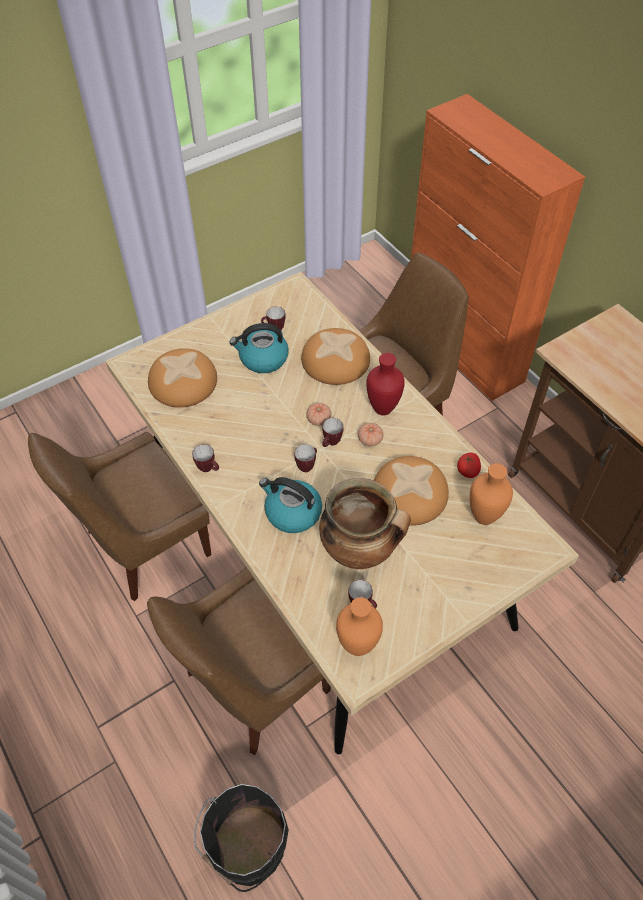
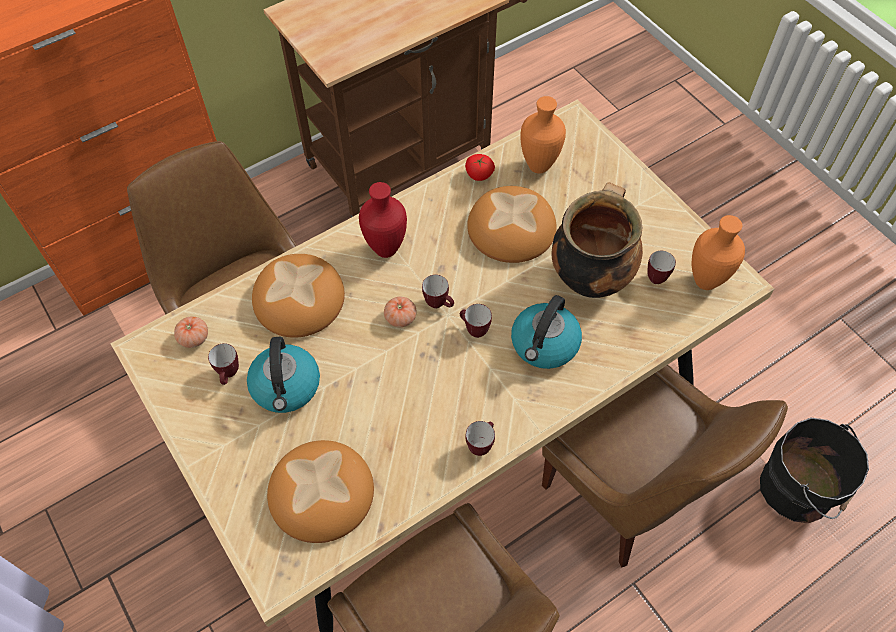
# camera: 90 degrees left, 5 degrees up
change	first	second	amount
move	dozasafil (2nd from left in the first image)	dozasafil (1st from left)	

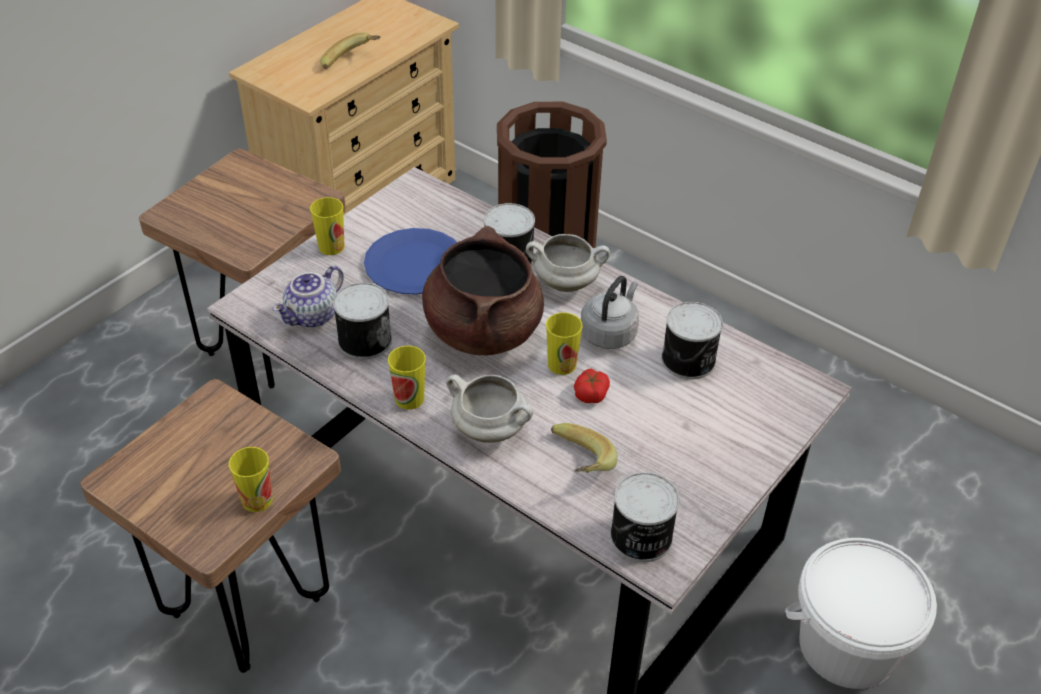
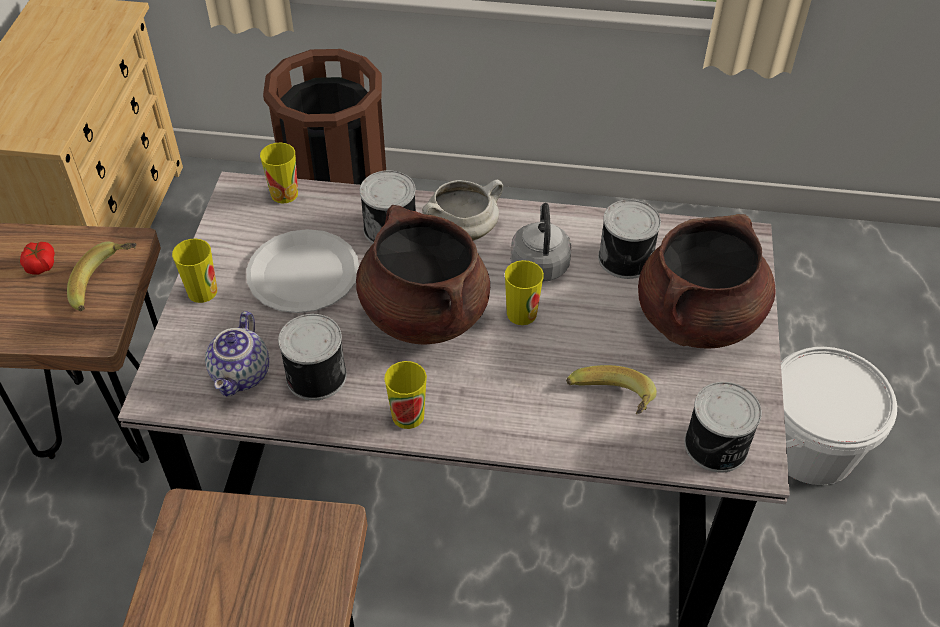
# camera: 30 degrees left, 5 degrees up
change	first	second	amount
move	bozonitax (1st from left)		
recolor	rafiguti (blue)	rafiguti (white)	
move	dozasafil		
delete	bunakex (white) (1st from left)		
move	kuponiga (1st from left in the first image)	kuponiga (2nd from left)	
insert		bunakex (brown) (2nd from left)	

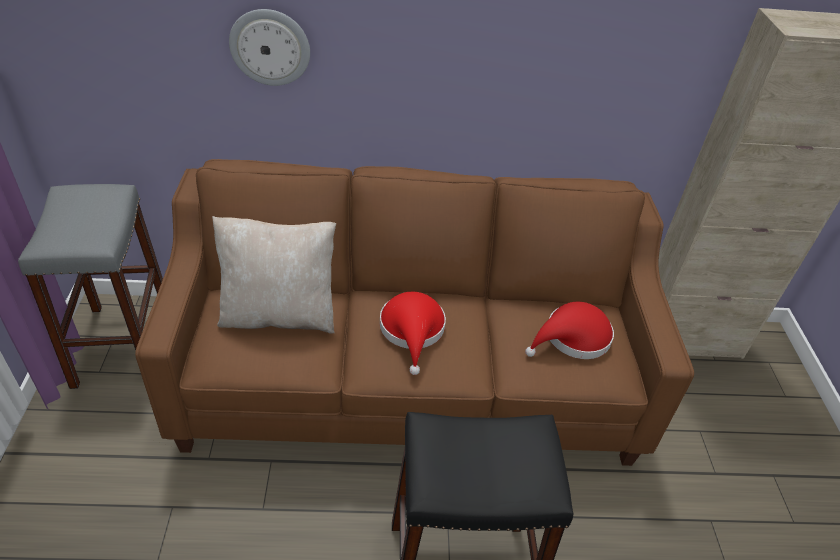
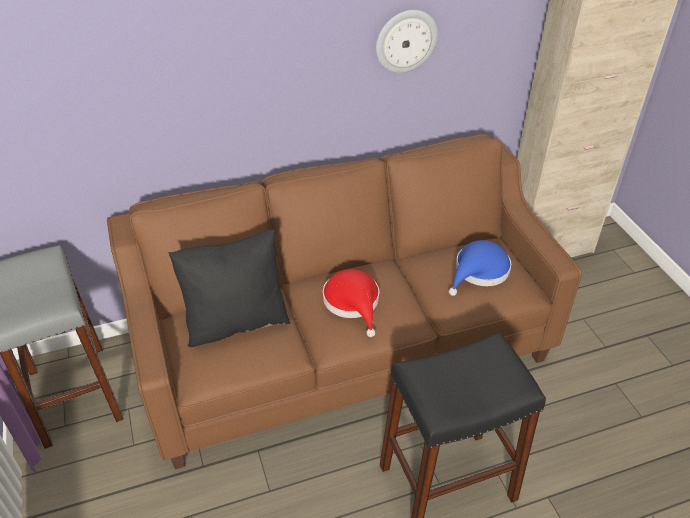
# camera: 15 degrees left, 0 degrees up
change	first	second	amount
move	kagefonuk		
recolor	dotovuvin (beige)	dotovuvin (black)	
recolor	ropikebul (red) (2nd from left)	ropikebul (blue)	

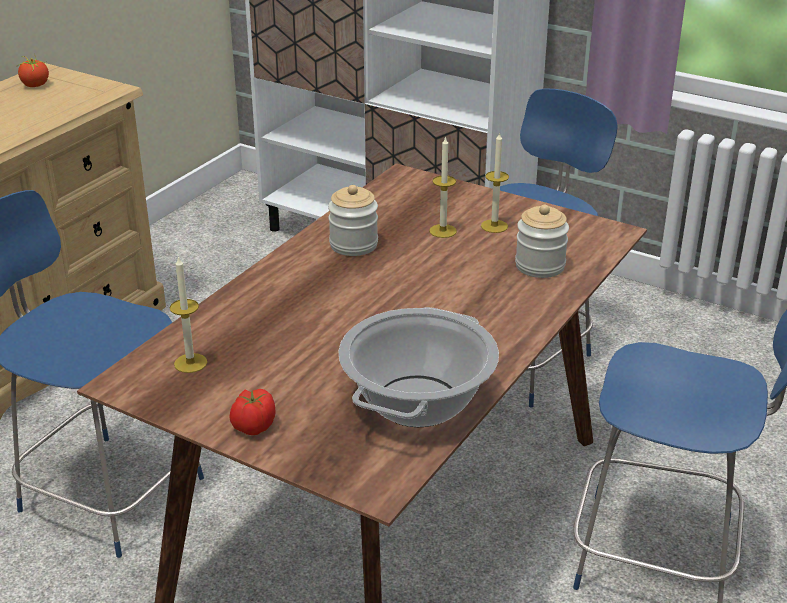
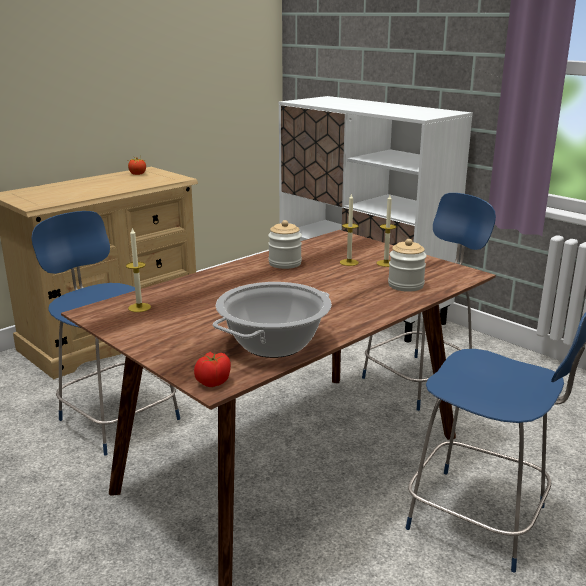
# camera: 15 degrees right, 10 degrees down
change	first	second	amount
move	dozasafil (2nd from left)		

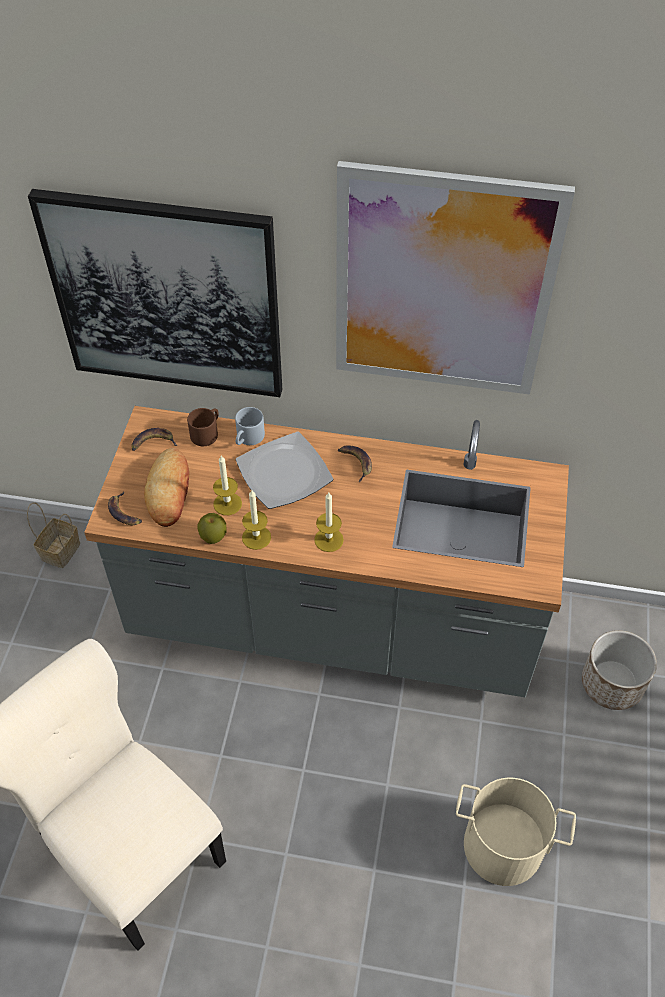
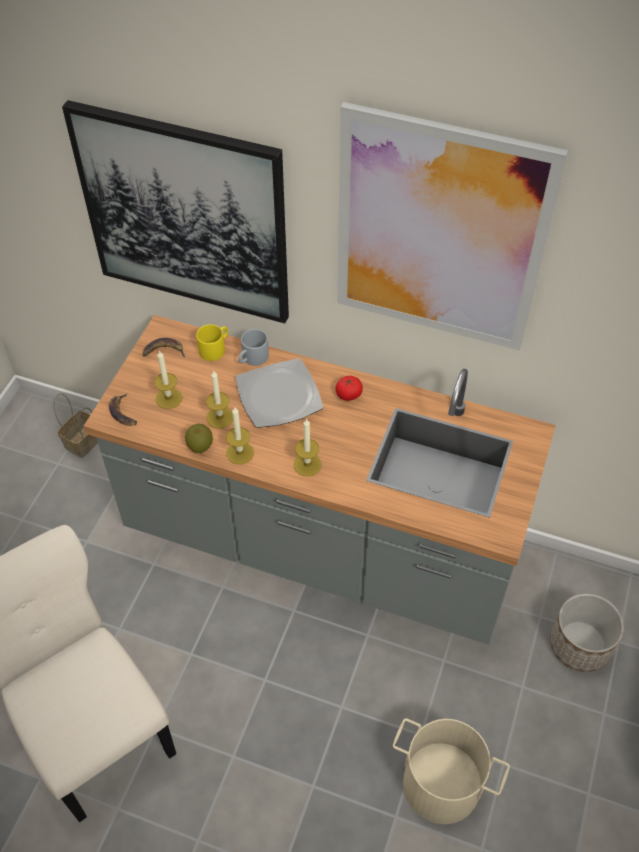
# camera: 10 degrees right, 0 degrees up
change	first	second	amount
recolor	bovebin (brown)	bovebin (yellow)	
replace	bozonitax (3rd from left)	dozasafil	
replace	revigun	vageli (1st from left)	

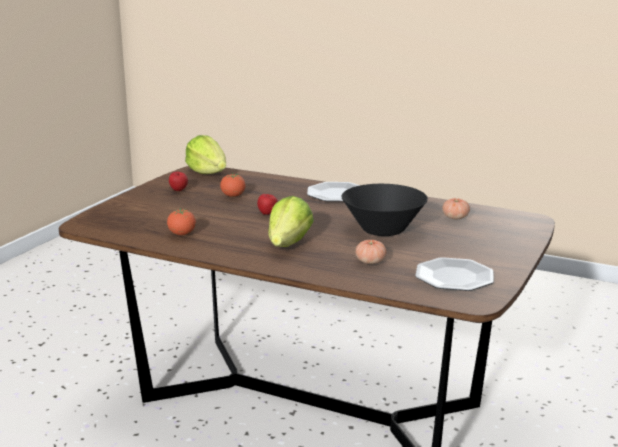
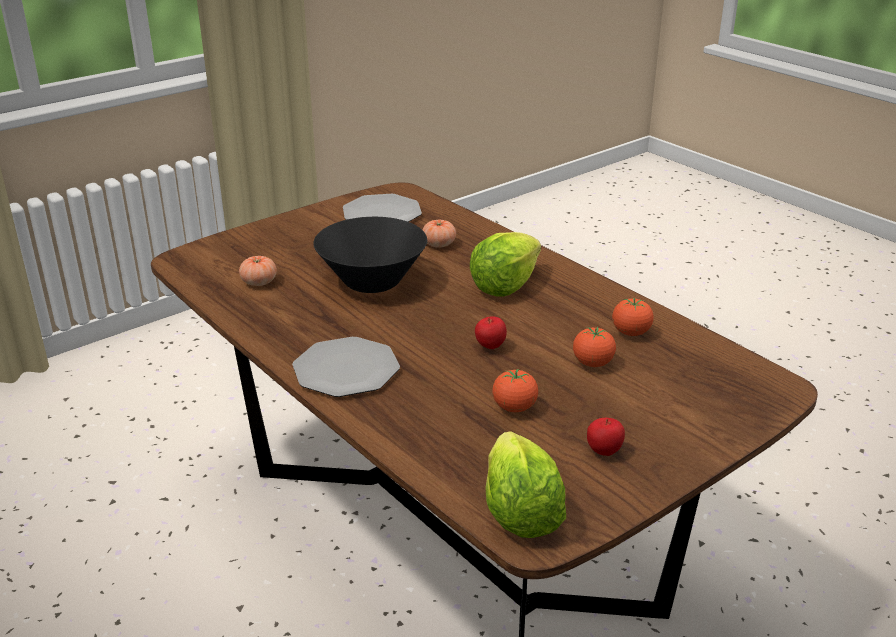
# camera: 155 degrees left, 10 degrees up
change	first	second	amount
insert		dozasafil (4th from left)	

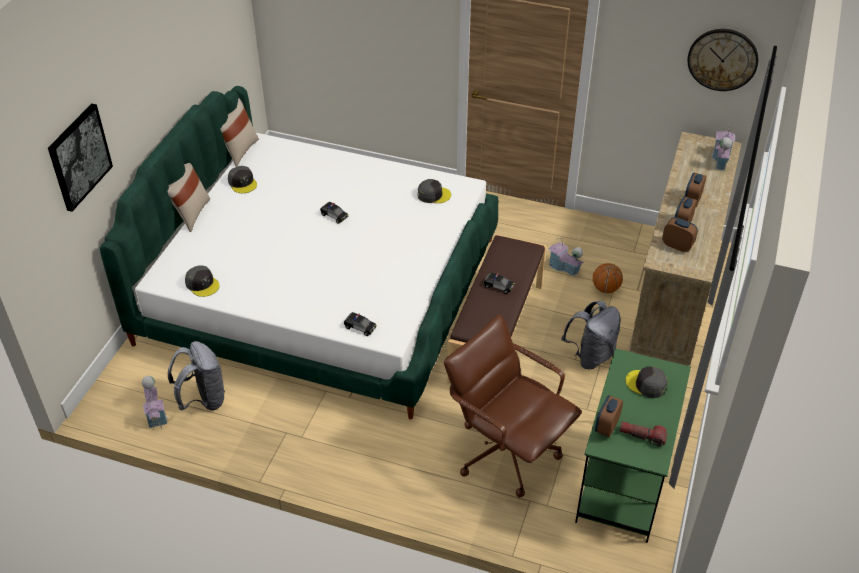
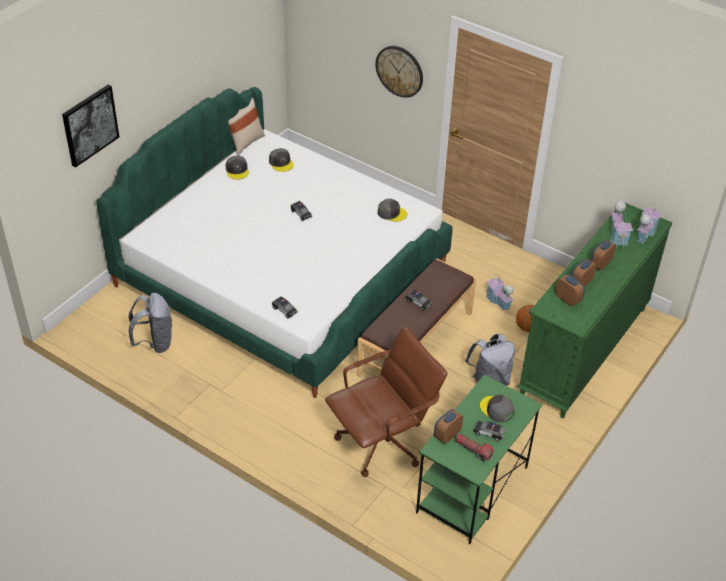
# camera: 15 degrees right, 0 degrees up
change	first	second	amount
move	kagefonuk		
recolor	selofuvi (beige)	selofuvi (green)	
delete	dotovuvin (beige) (1st from left)		
move	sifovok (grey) (1st from left in the first image)	sifovok (grey) (2nd from left)	
rotate	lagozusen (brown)		90 degrees clockwise
move	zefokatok (1st from left in the first image)	zefokatok (2nd from left)	
insert		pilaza (4th from left)	

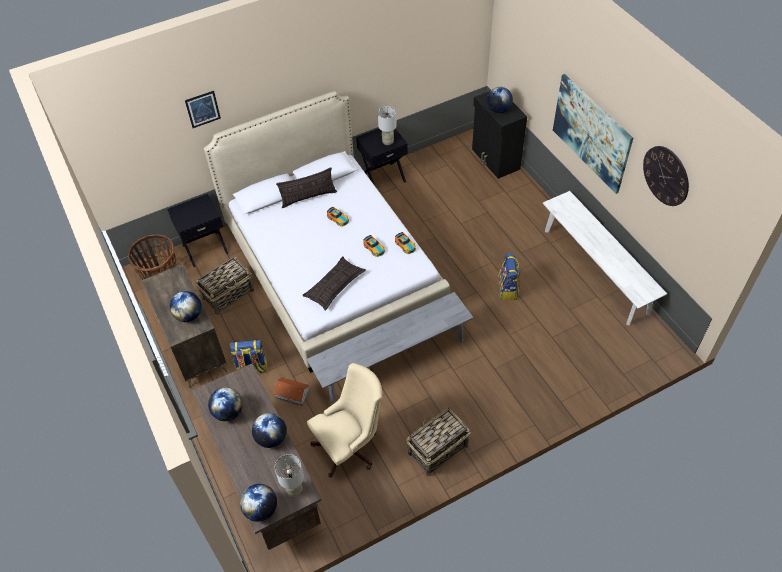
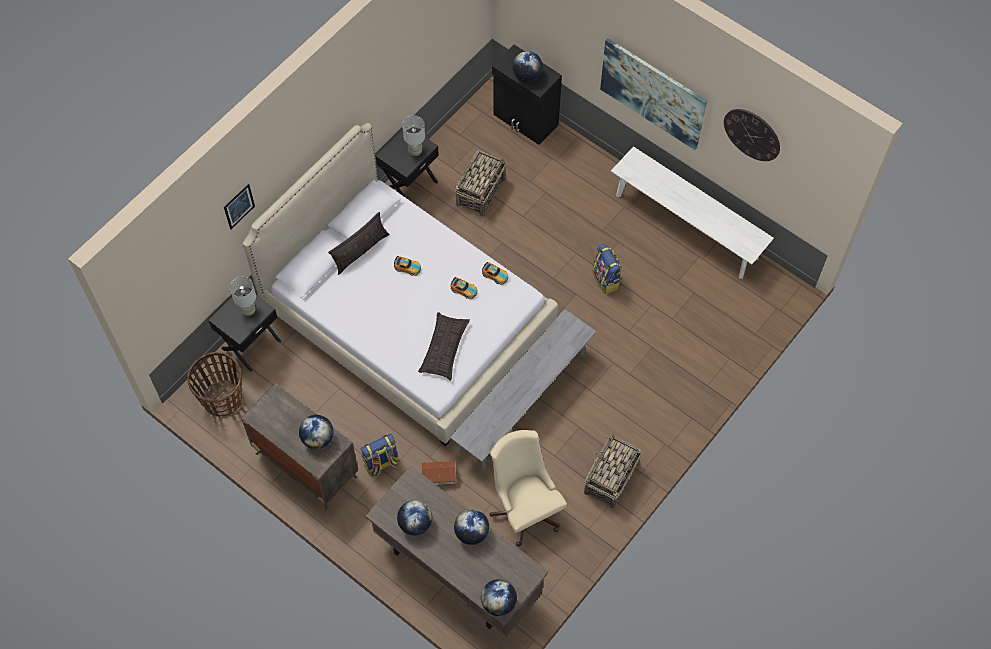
# camera: 25 degrees left, 10 degrees up
change	first	second	amount
move	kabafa (2nd from left)		
rotate	lagozusen (beige)		60 degrees counterclockwise
move	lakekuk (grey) (1st from left)		

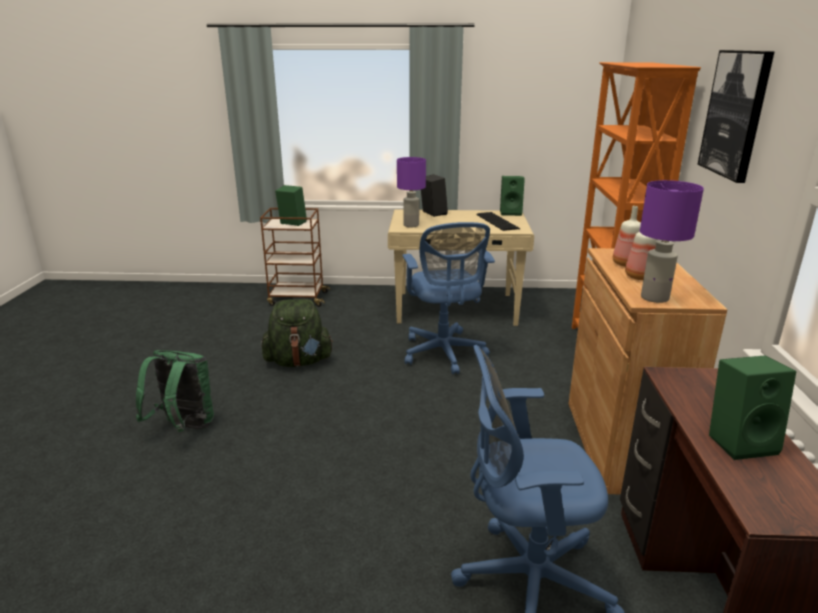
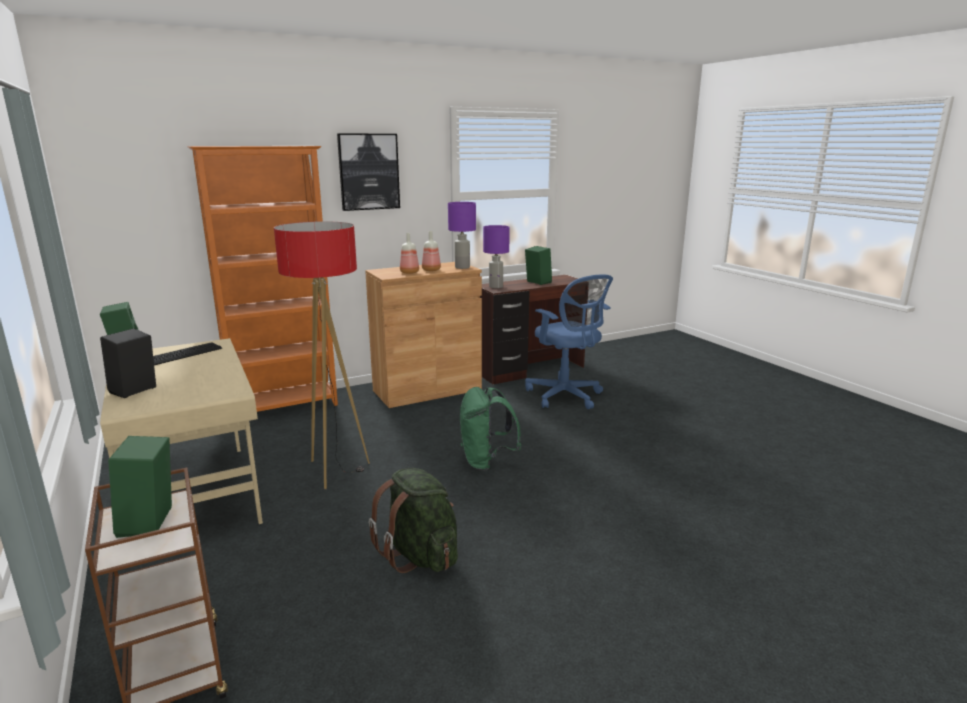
# camera: 120 degrees left, 5 degrees down
change	first	second	amount
move	lakekuk (purple) (1st from left in the first image)	lakekuk (purple) (2nd from left)	
replace	lagozusen (blue) (1st from left)	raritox	
move	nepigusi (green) (1st from left in the first image)	nepigusi (green) (2nd from left)	

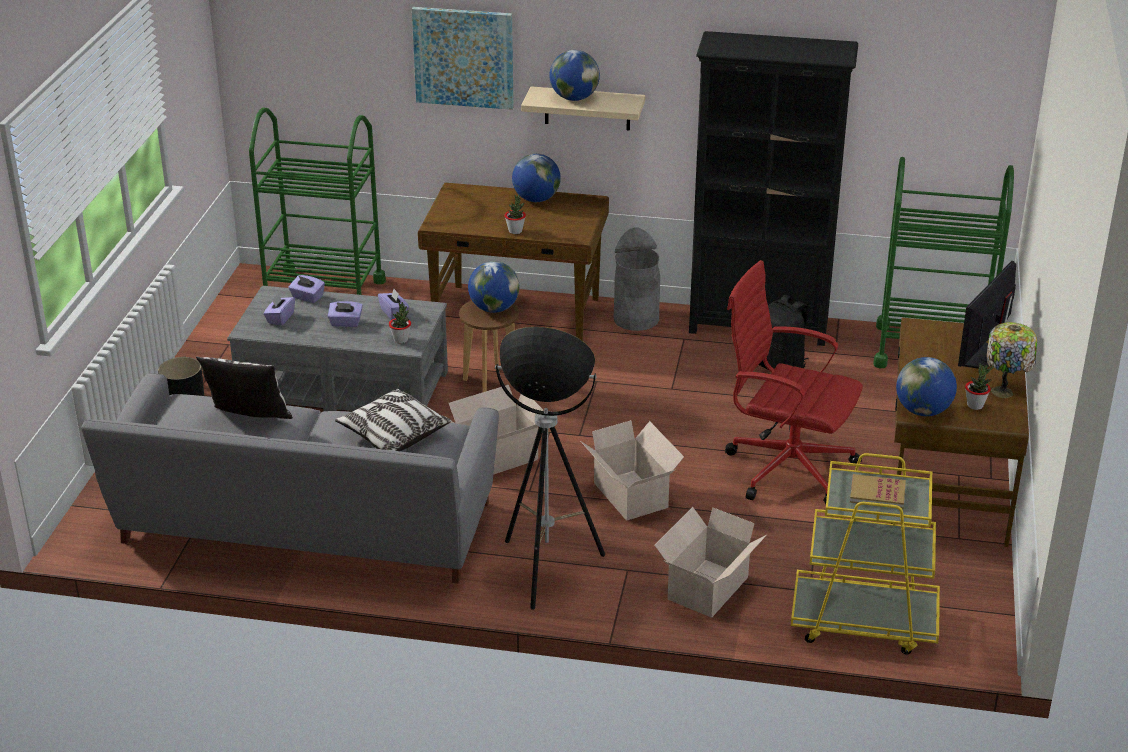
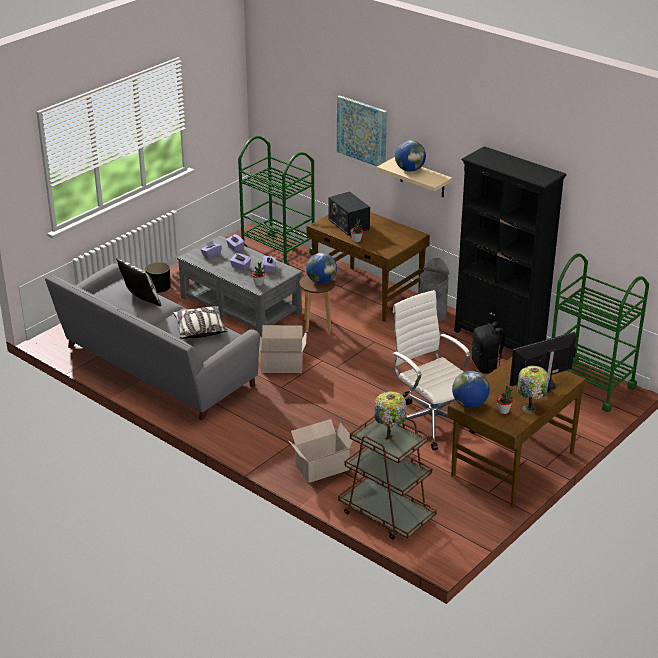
# camera: 30 degrees right, 0 degrees up
change	first	second	amount
delete	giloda (2nd from left)		
recolor	lagozusen (red)	lagozusen (white)	
delete	raritox		
delete	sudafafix (2nd from left)		
recolor	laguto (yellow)	laguto (brown)	
replace	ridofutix	lakekuk (1st from left)	
insert		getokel	

